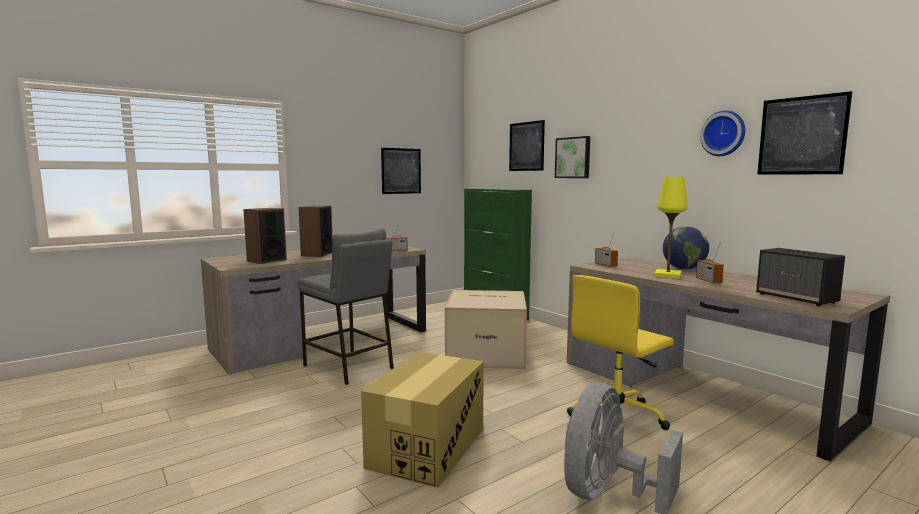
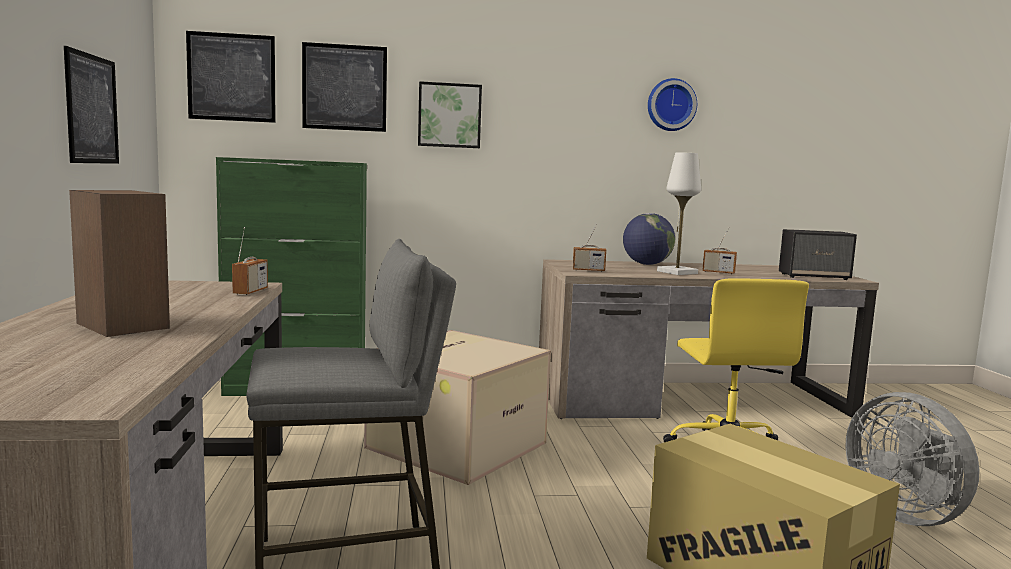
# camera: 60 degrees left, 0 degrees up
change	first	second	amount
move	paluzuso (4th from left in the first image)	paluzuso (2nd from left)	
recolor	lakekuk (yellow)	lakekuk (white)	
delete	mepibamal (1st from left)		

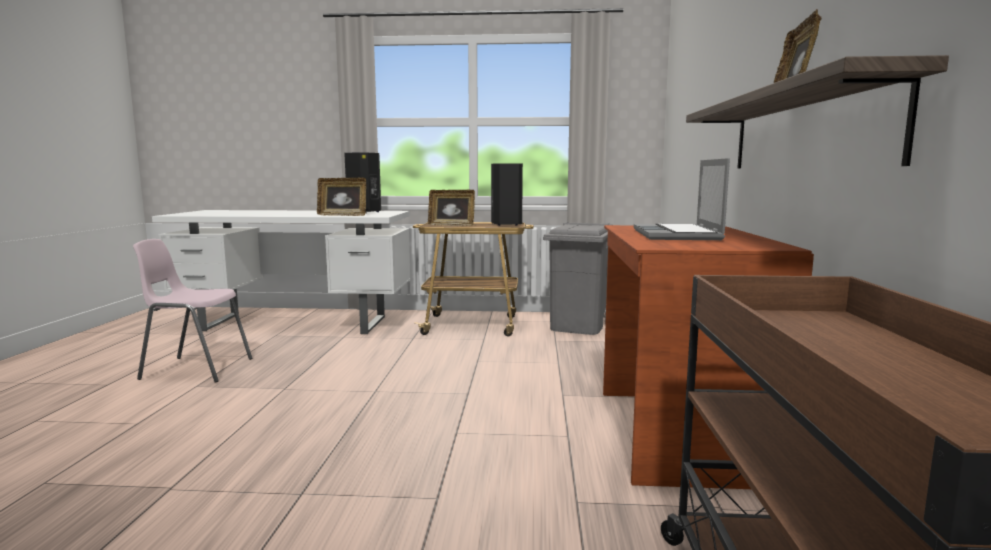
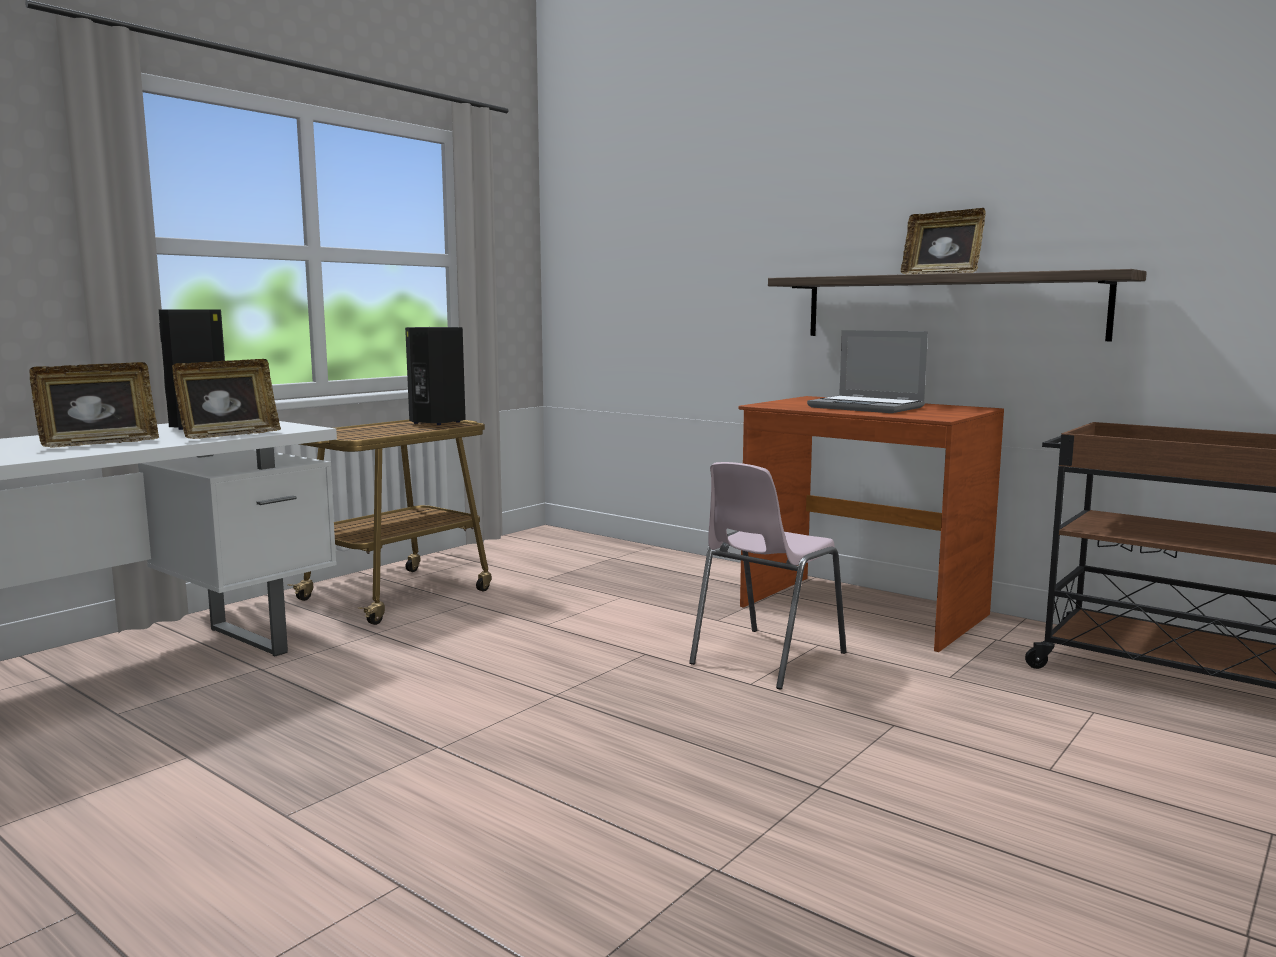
# camera: 55 degrees left, 0 degrees up
change	first	second	amount
move	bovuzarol (2nd from left in the first image)	bovuzarol (1st from left)	
delete	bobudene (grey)		
move	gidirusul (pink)		

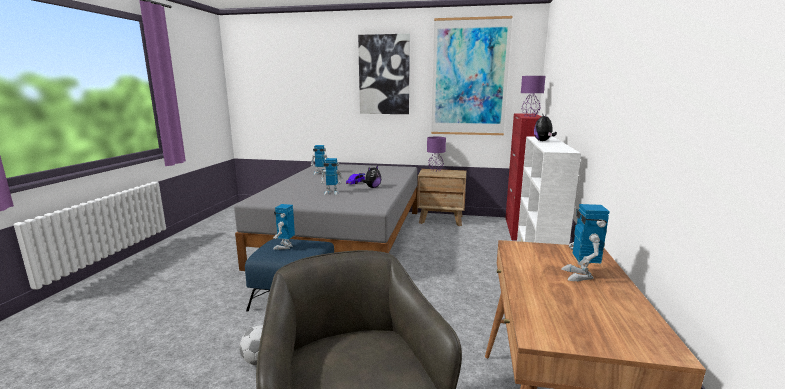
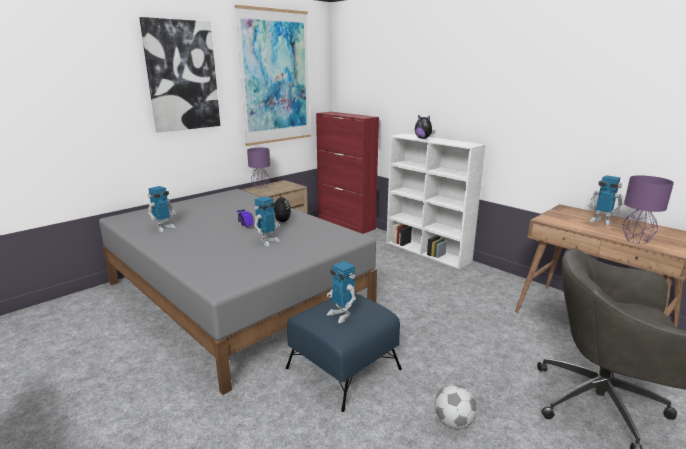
# camera: 55 degrees left, 5 degrees up
change	first	second	amount
move	lakekuk (purple) (2nd from left)		

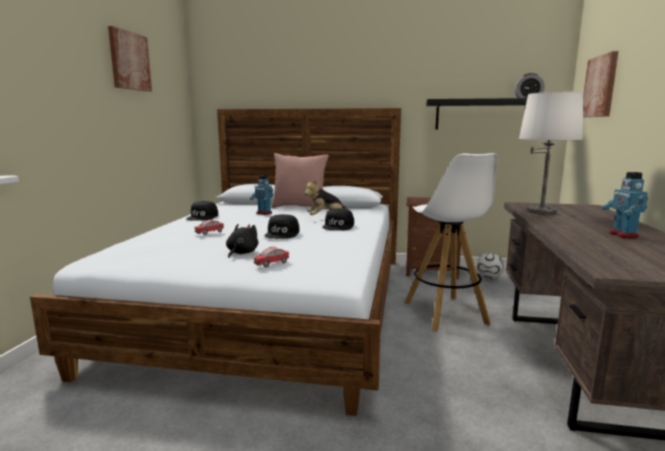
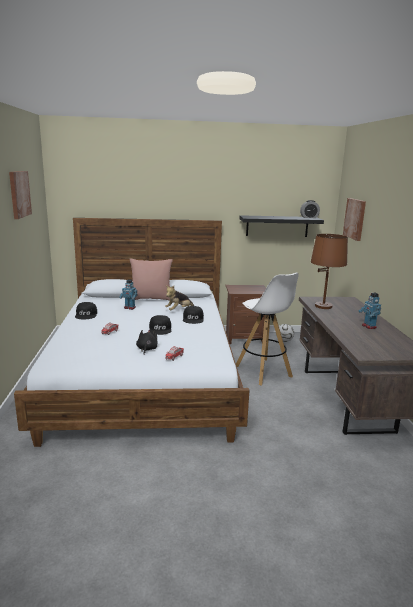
# camera: 15 degrees left, 5 degrees up
change	first	second	amount
recolor	lakekuk (white)	lakekuk (brown)	

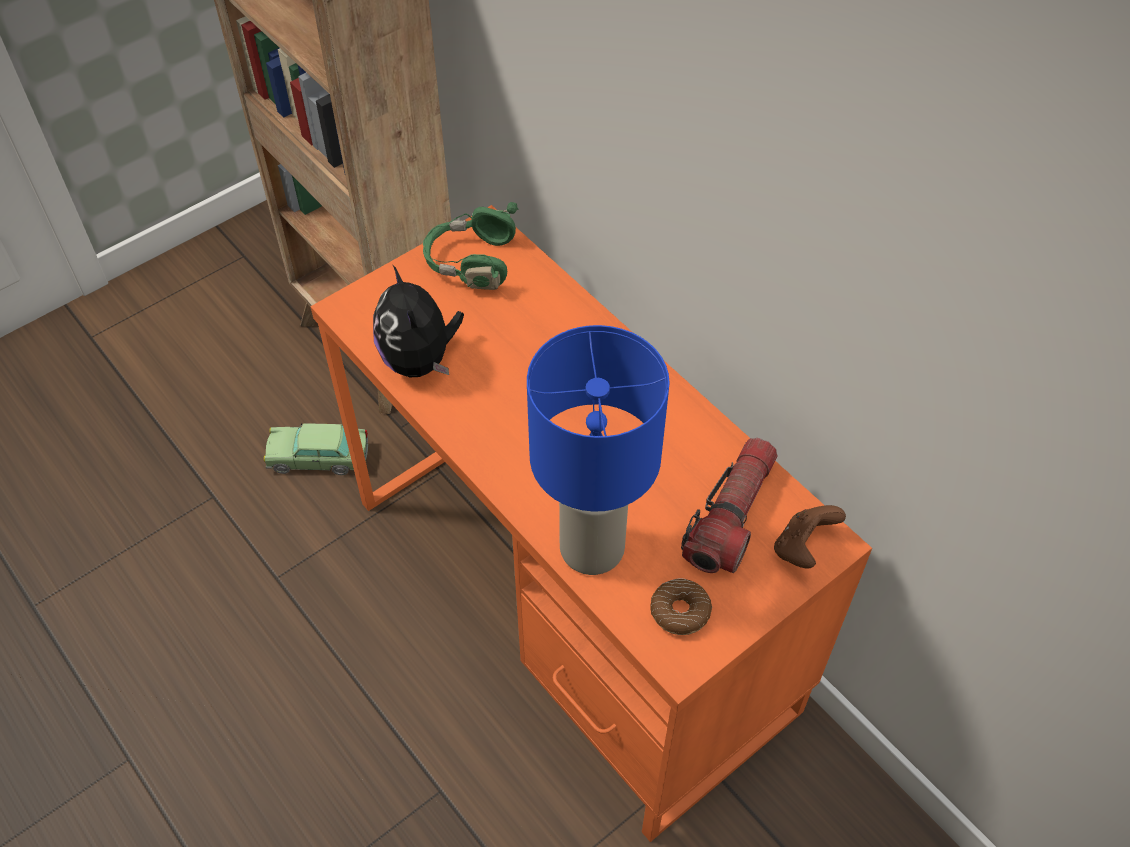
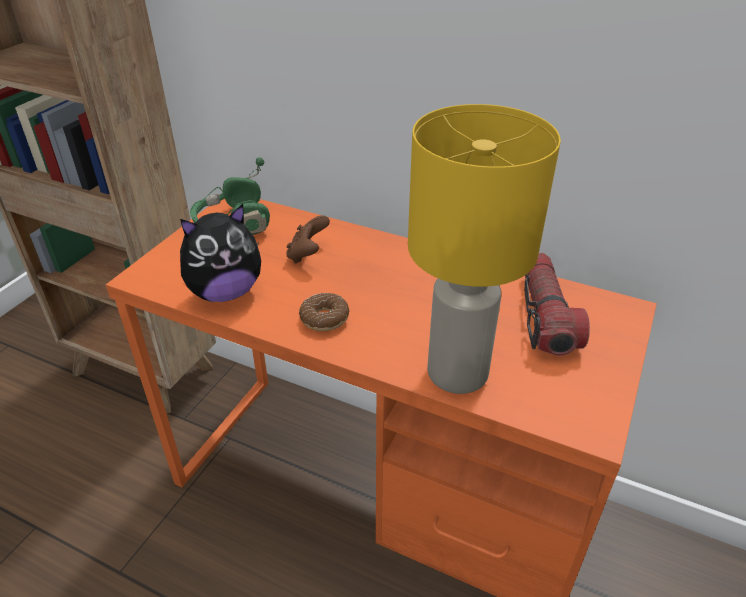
# camera: 25 degrees left, 15 degrees down
change	first	second	amount
rotate	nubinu		75 degrees counterclockwise
recolor	lakekuk (blue)	lakekuk (yellow)	
delete	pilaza		
move	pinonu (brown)		
move	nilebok		

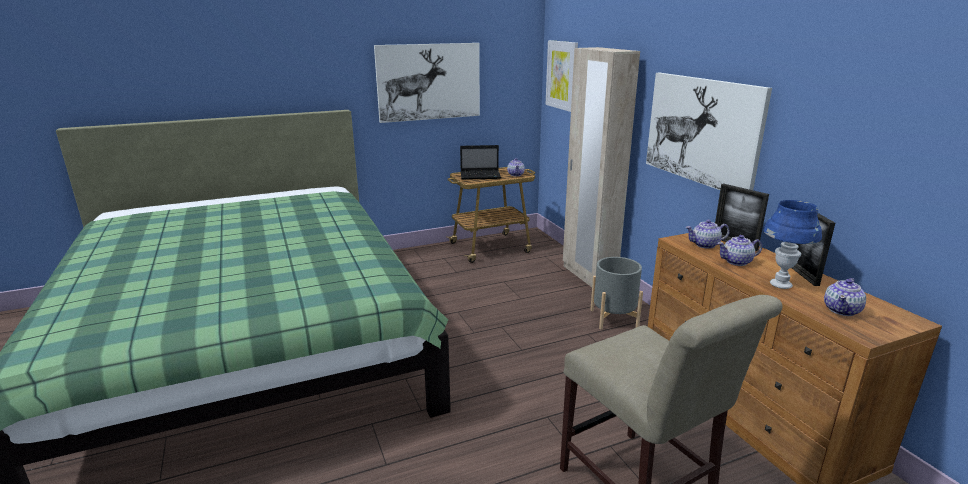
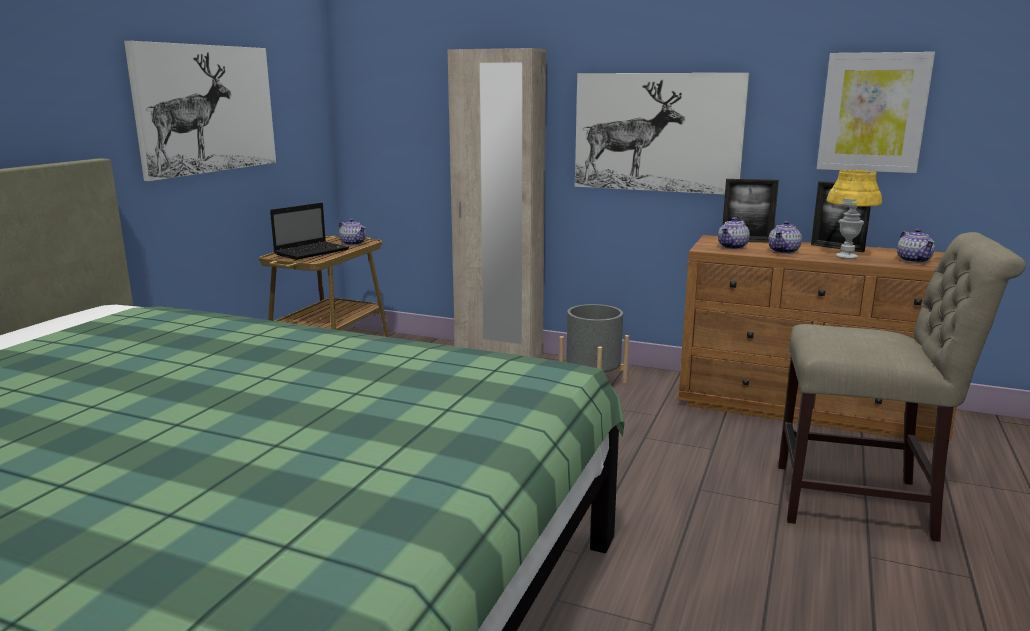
# camera: 45 degrees left, 5 degrees down
change	first	second	amount
move	paluzuso (2nd from left in the first image)	paluzuso (3rd from left)	
recolor	lakekuk (blue)	lakekuk (yellow)	

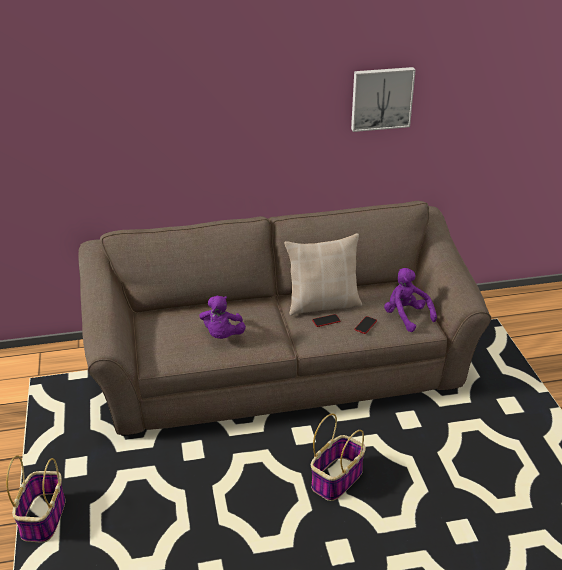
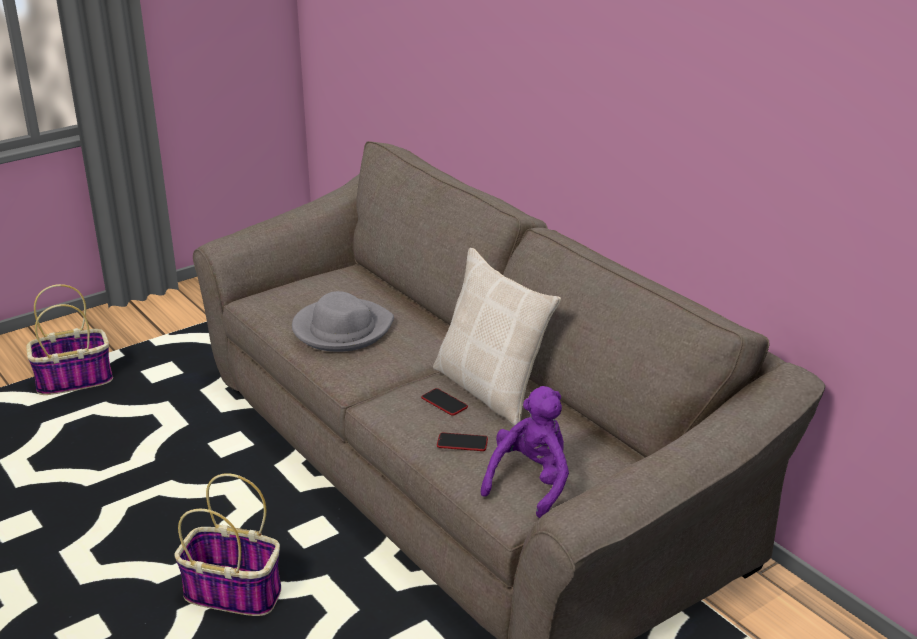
# camera: 65 degrees right, 5 degrees down
change	first	second	amount
delete	paluzuso		
replace	nubinu (purple) (1st from left)	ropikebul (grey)	

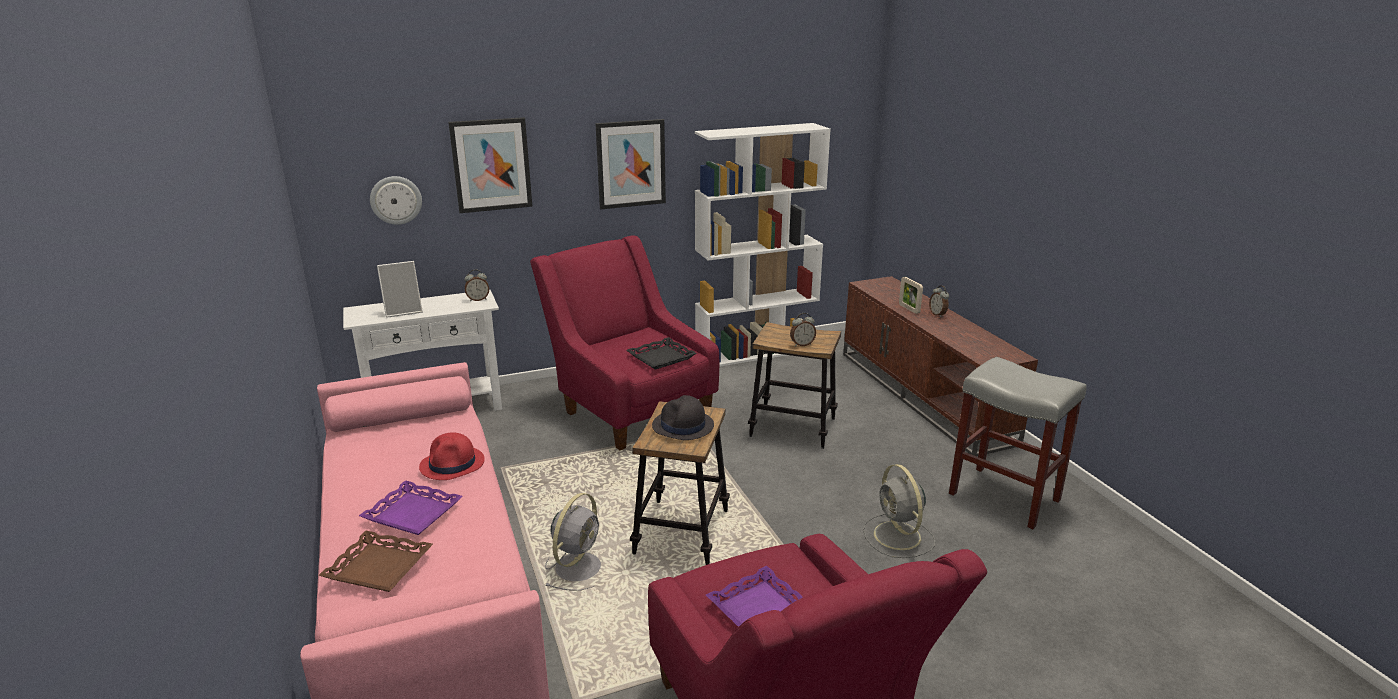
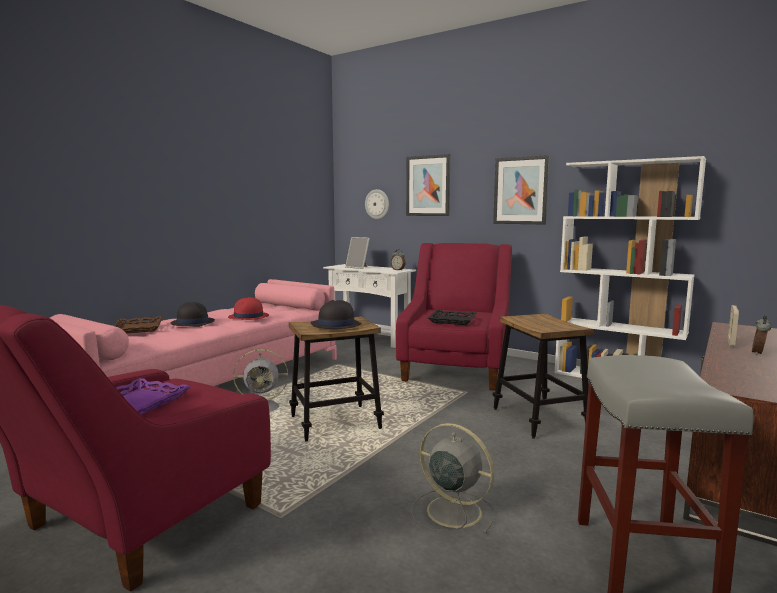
# camera: 55 degrees right, 15 degrees down
change	first	second	amount
delete	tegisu (2nd from left)		
rotate	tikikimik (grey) (2nd from left)		90 degrees clockwise
replace	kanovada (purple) (1st from left)	ropikebul (black) (1st from left)	

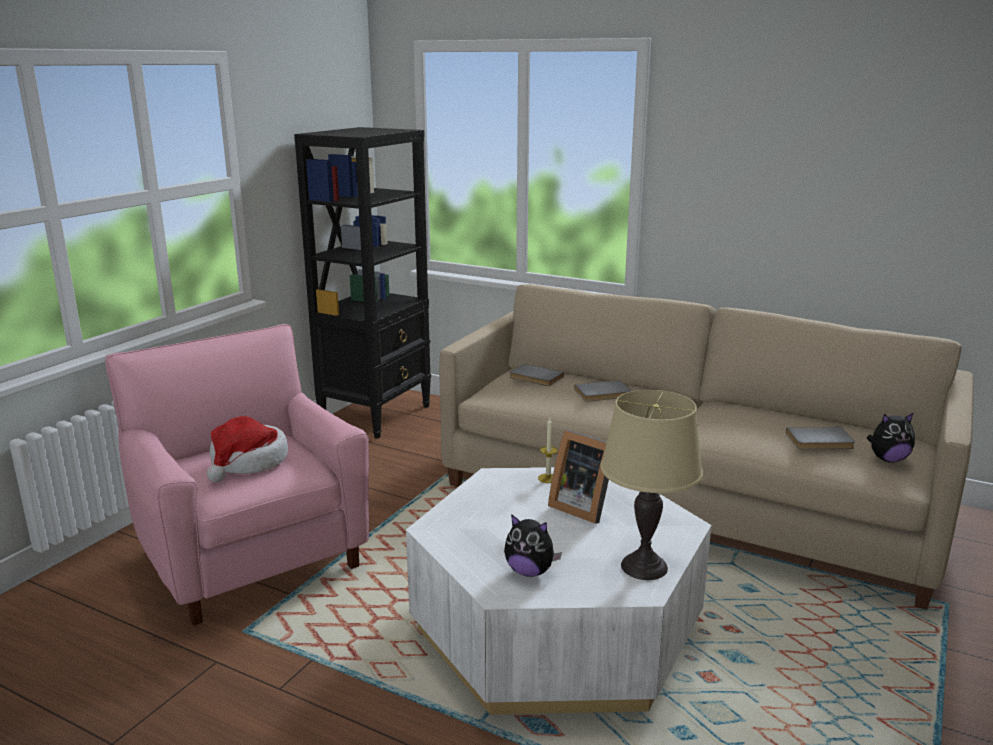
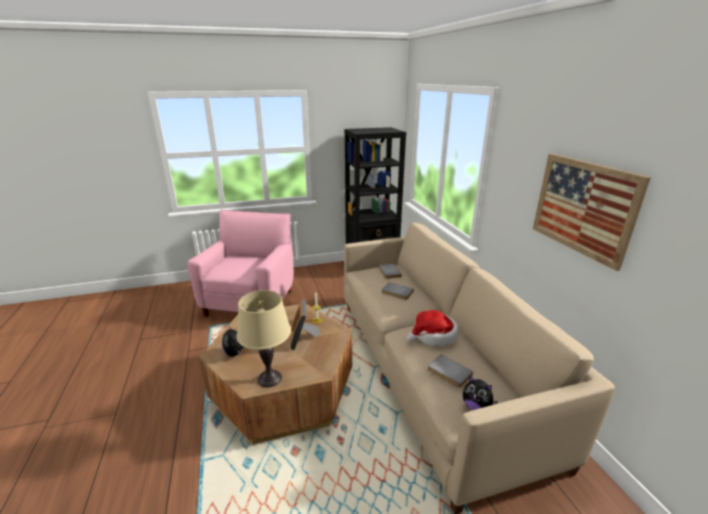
# camera: 45 degrees right, 5 degrees up
change	first	second	amount
move	ropikebul		
recolor	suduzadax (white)	suduzadax (brown)	
insert		paluzuso	

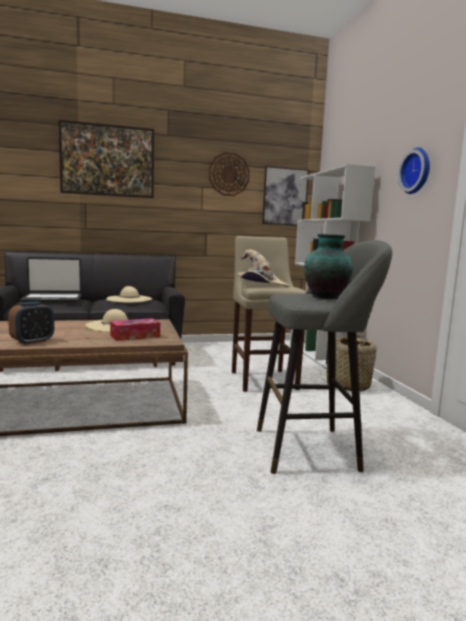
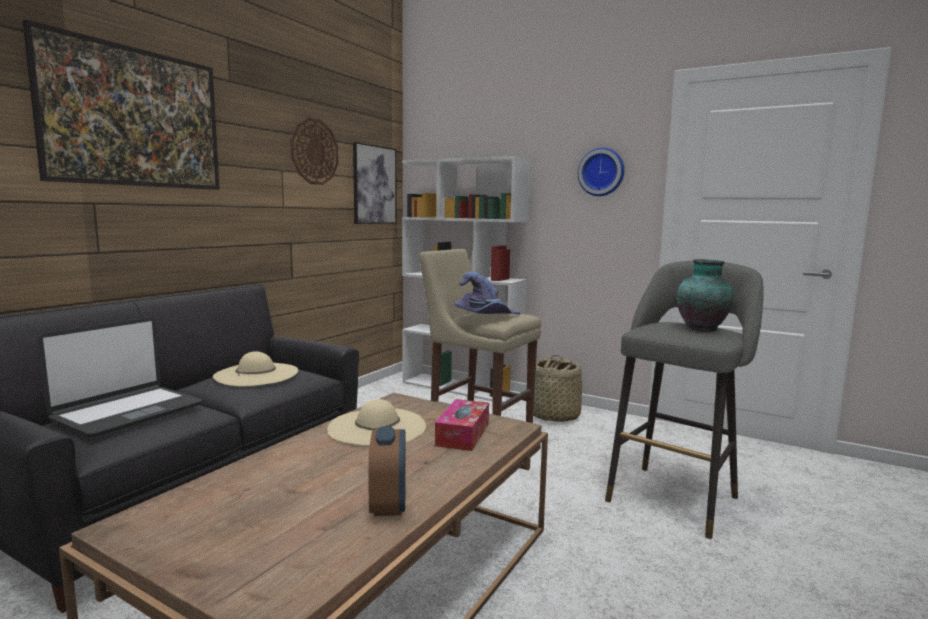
# camera: 45 degrees left, 0 degrees up
change	first	second	amount
recolor	ropikebul (beige) (3rd from left)	ropikebul (purple)	

